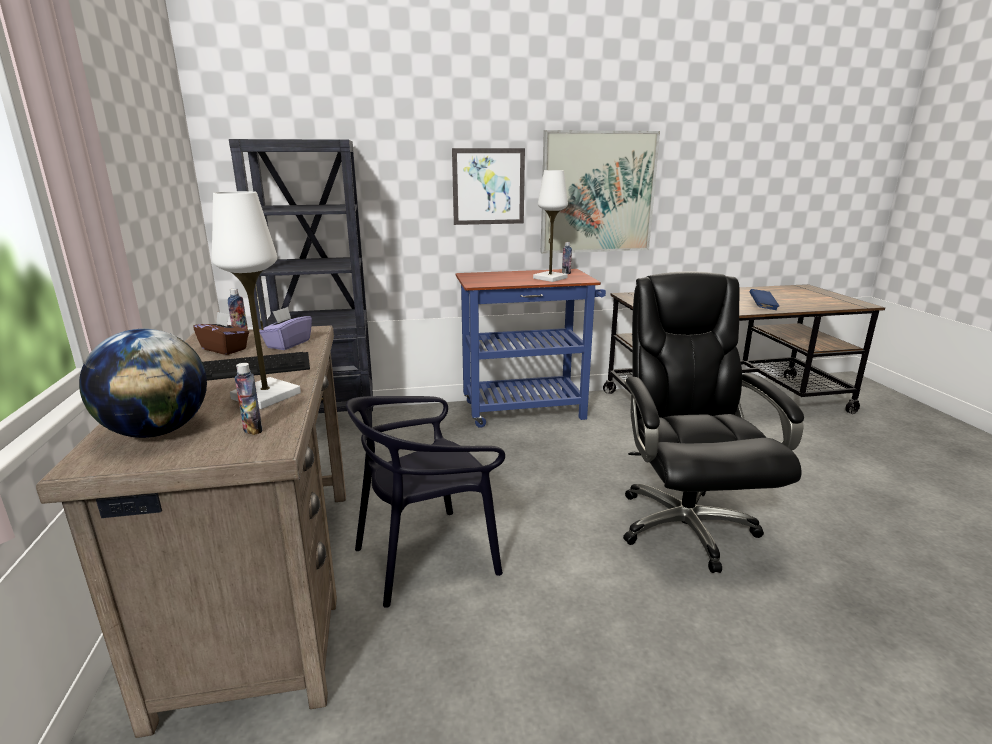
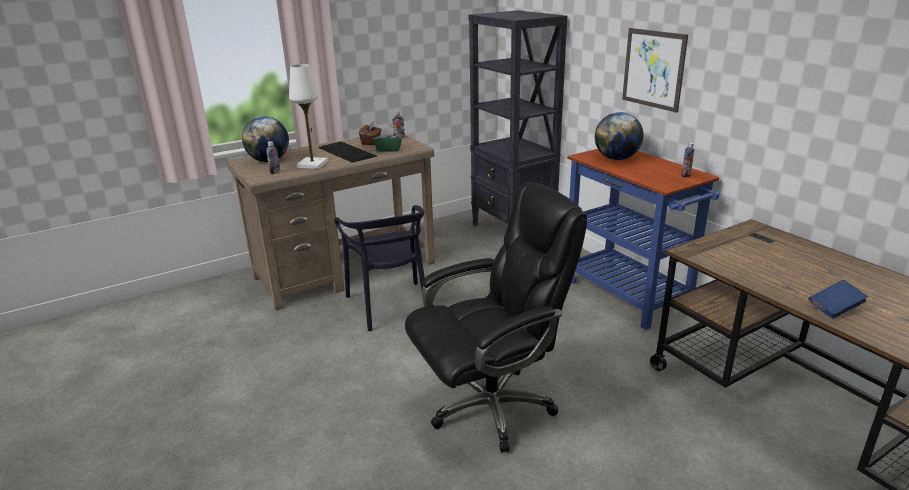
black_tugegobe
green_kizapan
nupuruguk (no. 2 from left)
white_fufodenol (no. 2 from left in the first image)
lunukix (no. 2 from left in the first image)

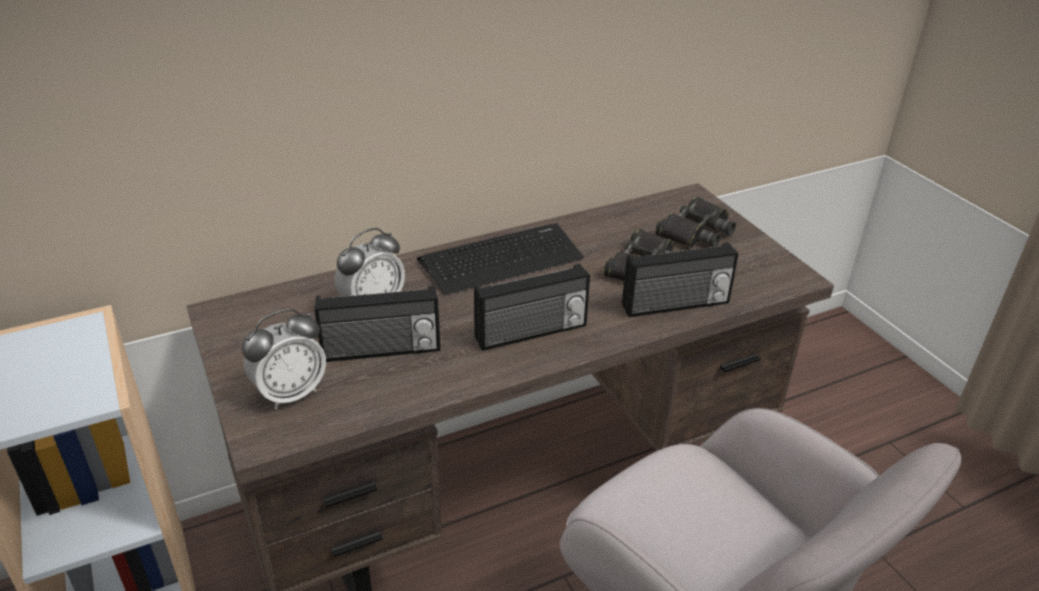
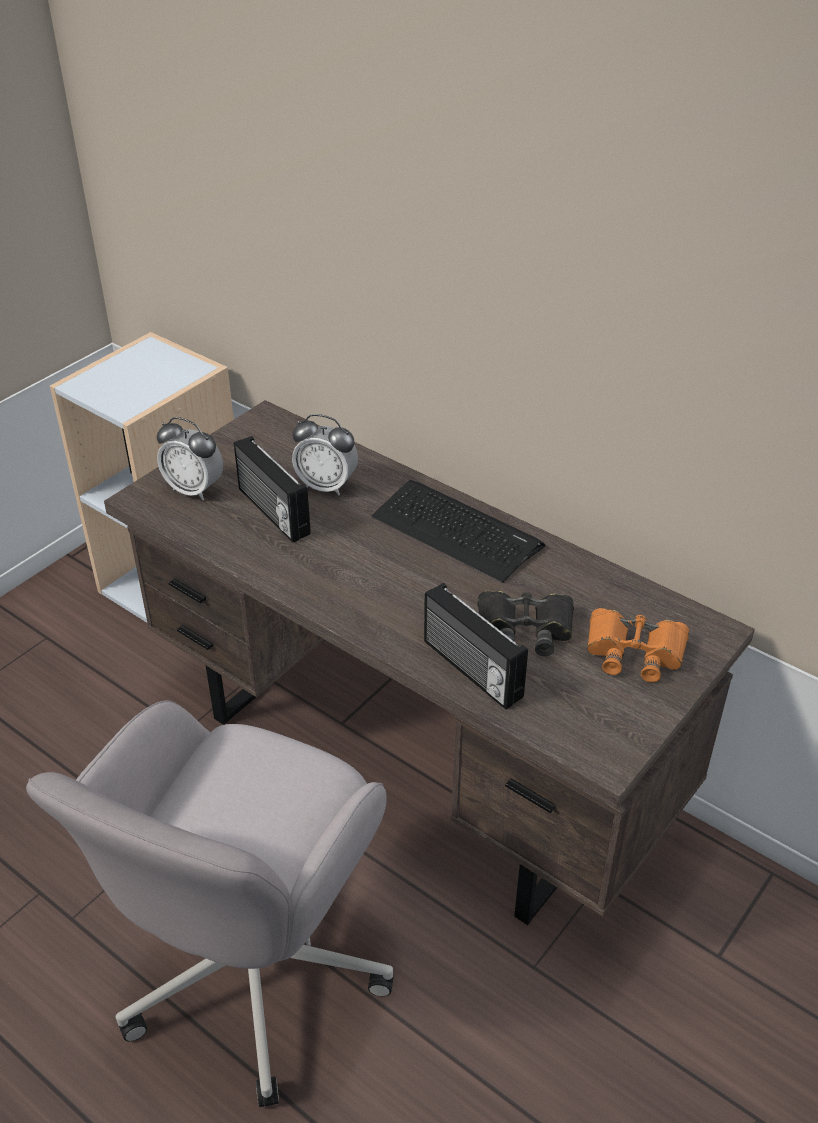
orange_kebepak
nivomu (no. 2 from left in the first image)

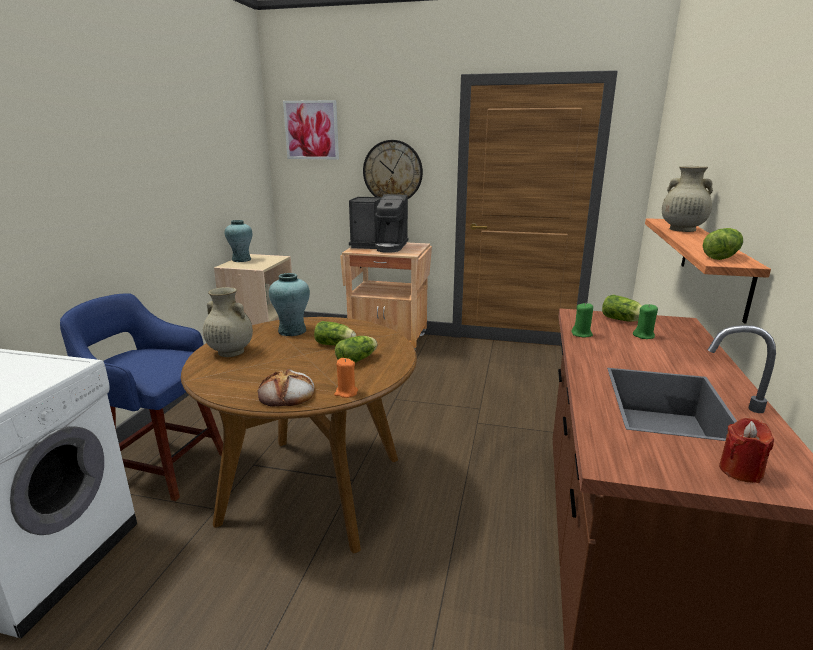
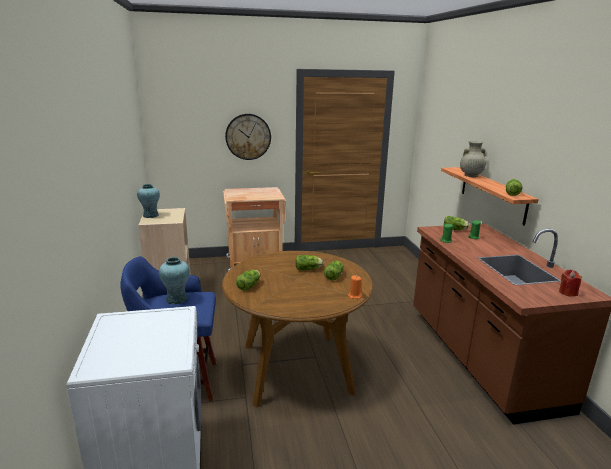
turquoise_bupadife (no. 2 from left)
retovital (no. 1 from left)
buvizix
lunukix
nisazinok

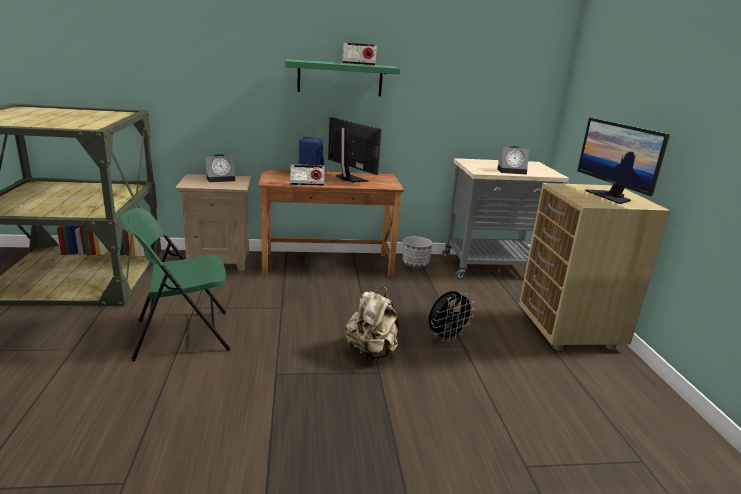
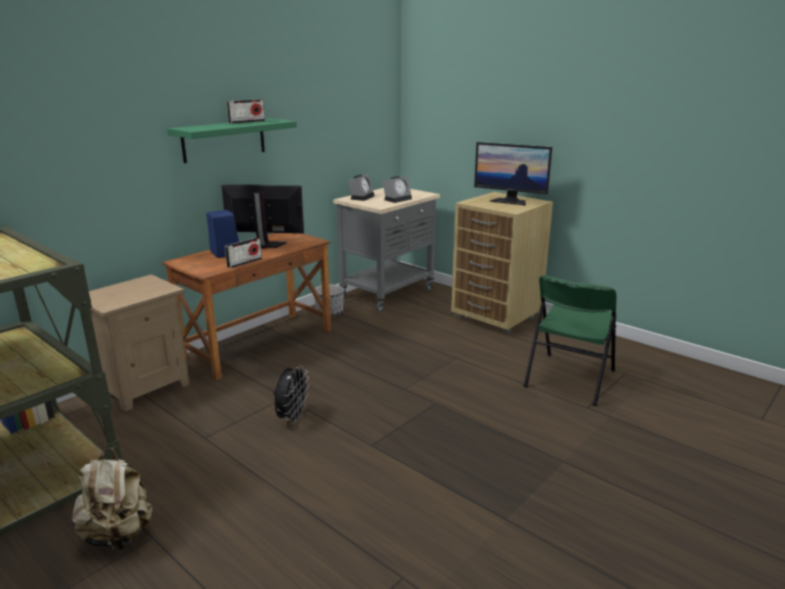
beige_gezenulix
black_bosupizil
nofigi (no. 1 from left)
green_tugegobe

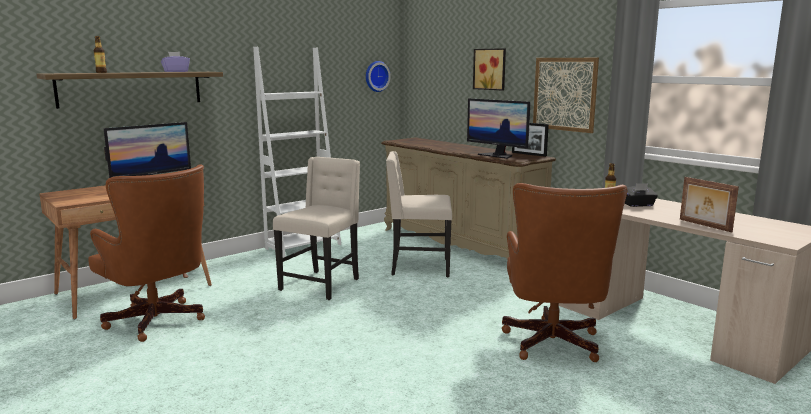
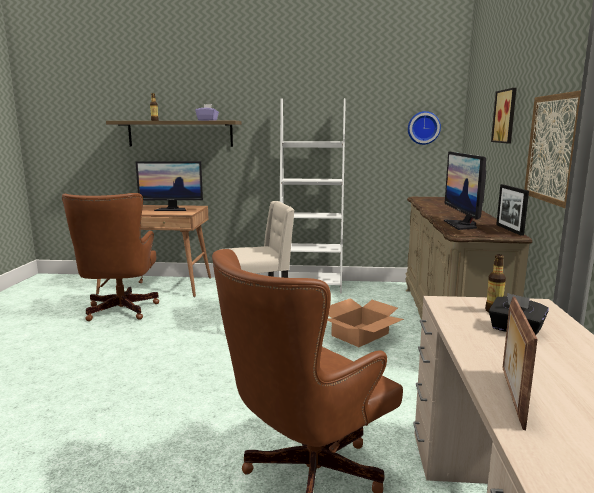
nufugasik

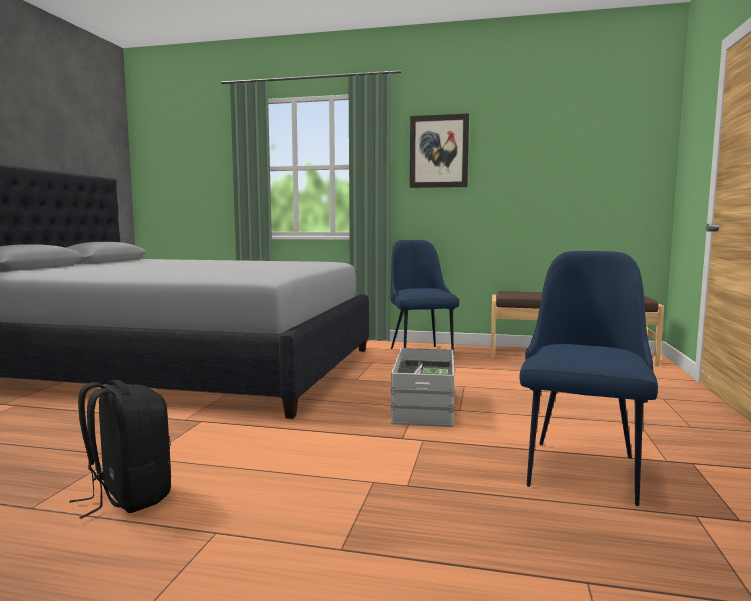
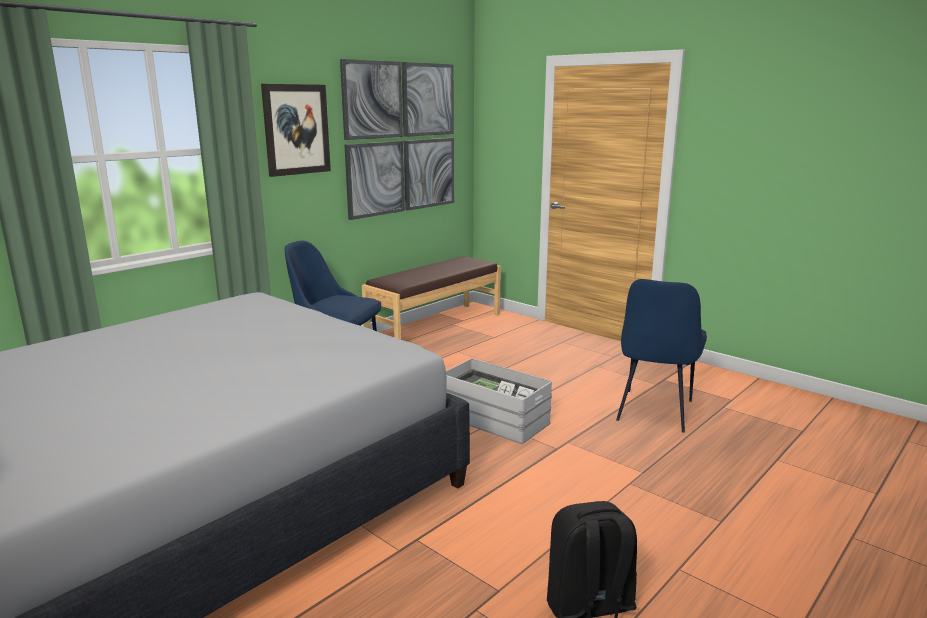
lunukix (no. 2 from left)
blue_tugegobe (no. 2 from left)

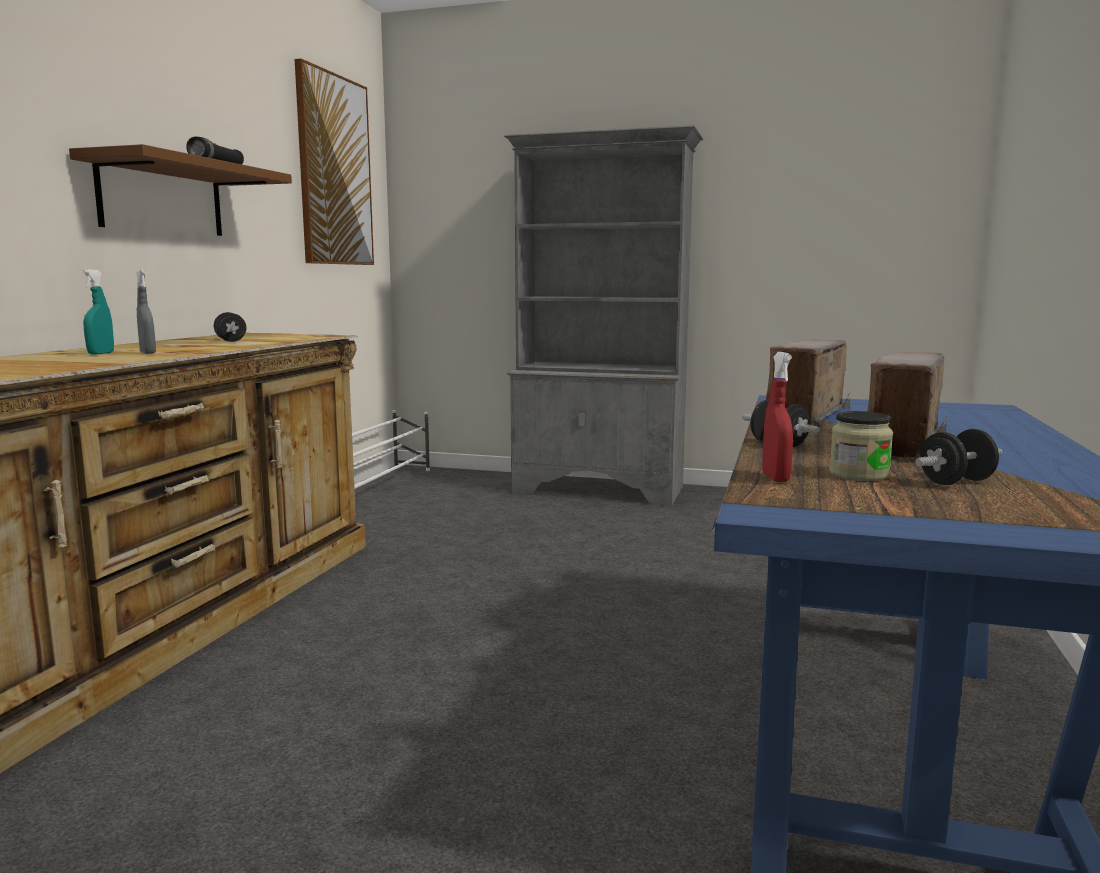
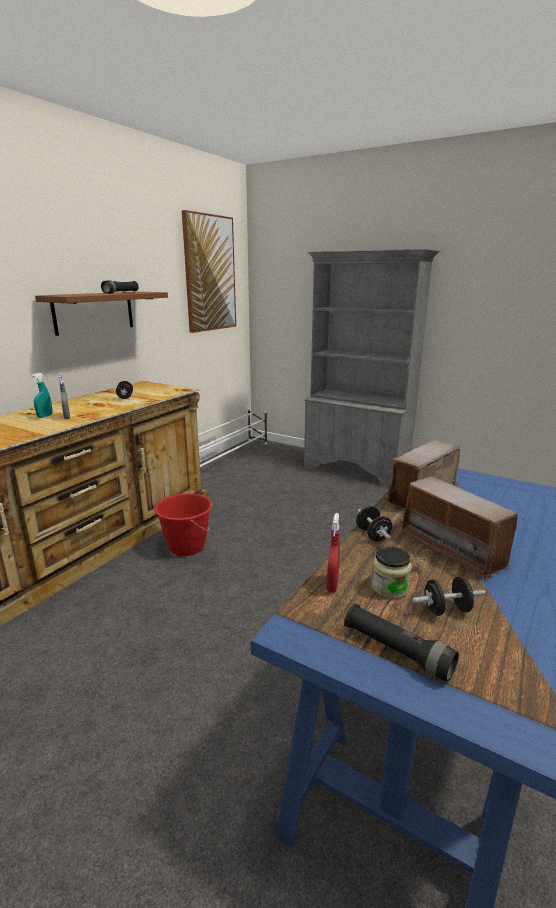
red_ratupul
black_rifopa (no. 2 from left)
nivomu (no. 2 from left)

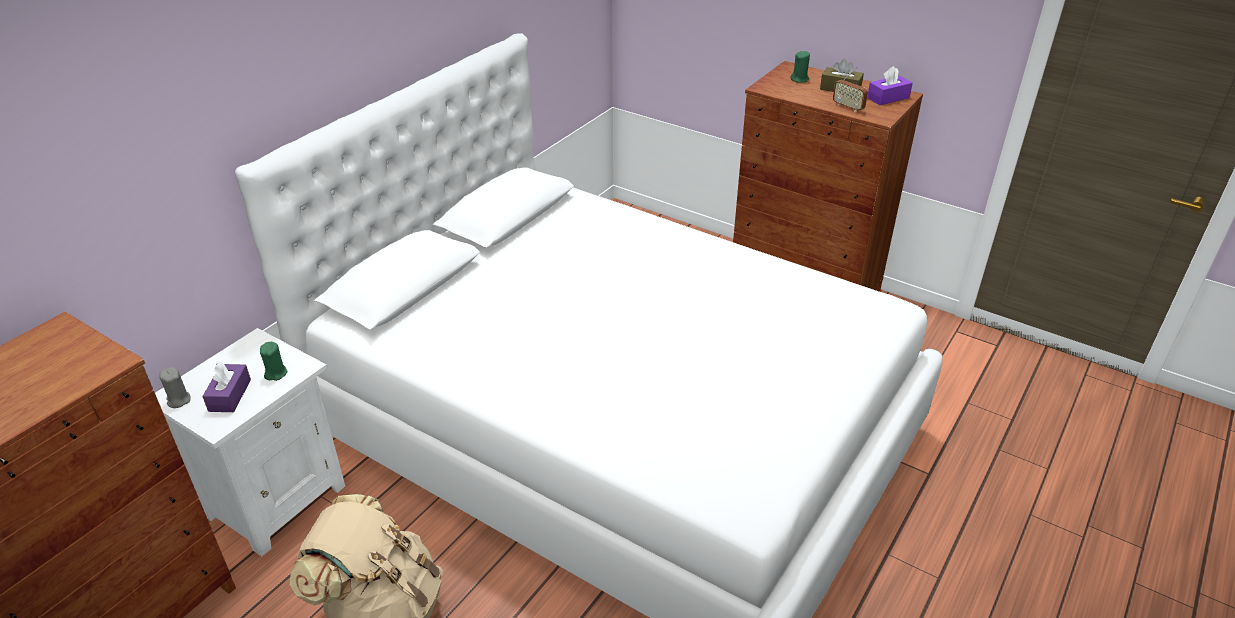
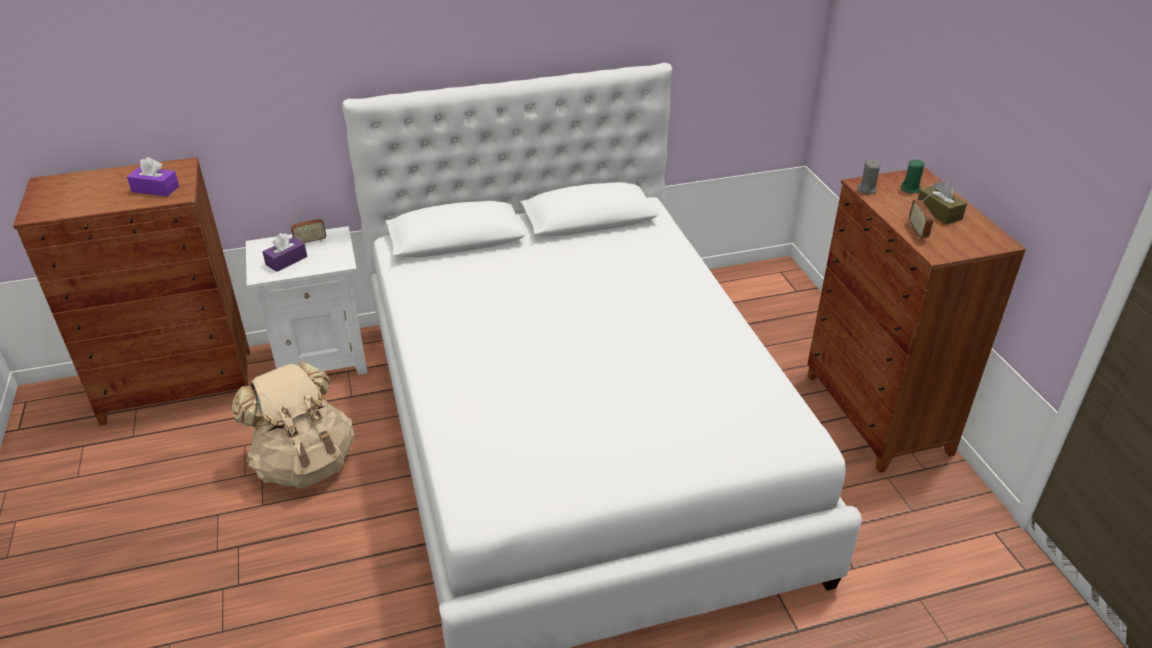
purple_kizapan (no. 1 from left)
nivomu (no. 1 from left)
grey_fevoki
green_fevoki (no. 1 from left in the first image)

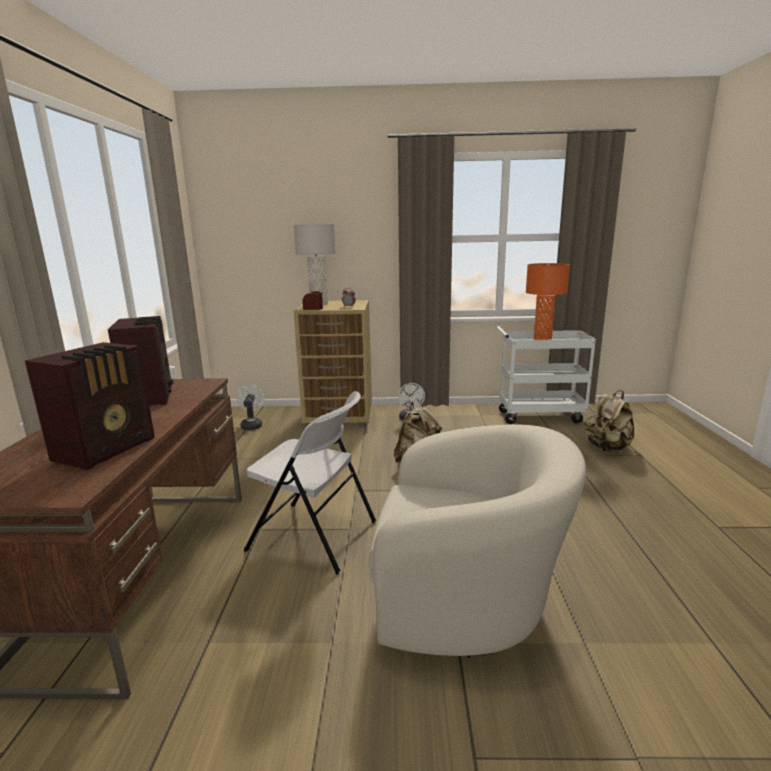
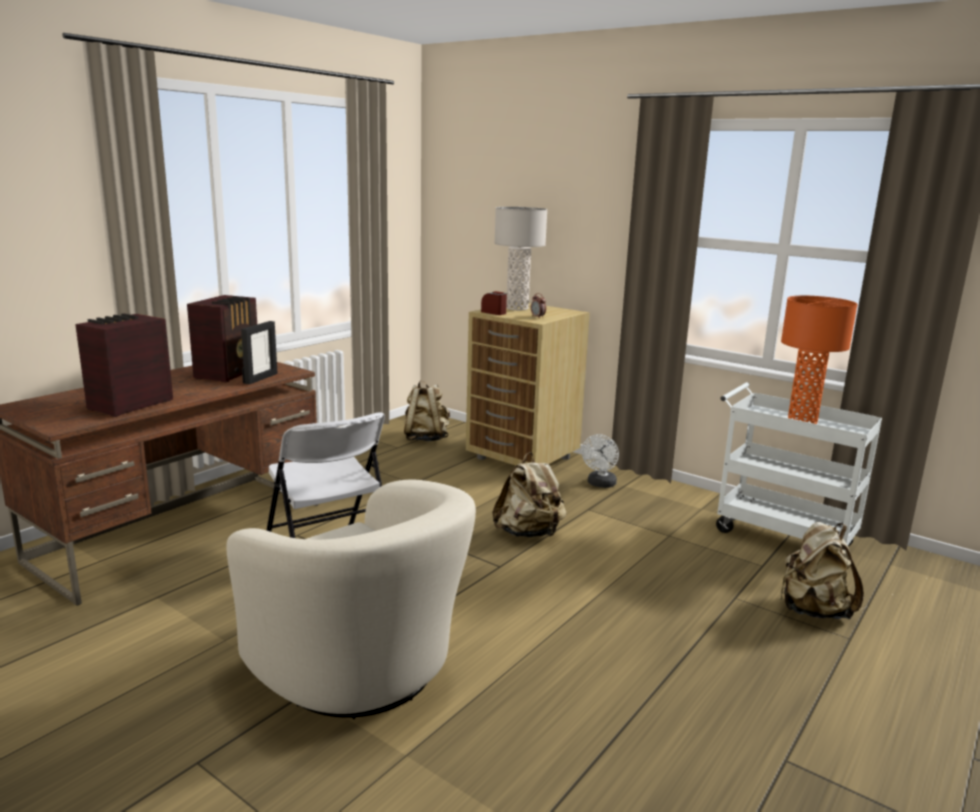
nivomu (no. 1 from left)
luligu
beige_gezenulix (no. 1 from left)

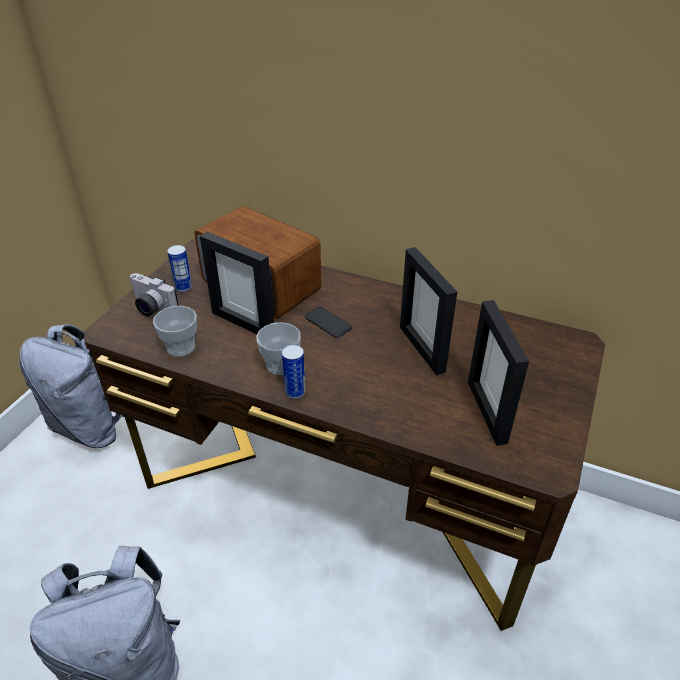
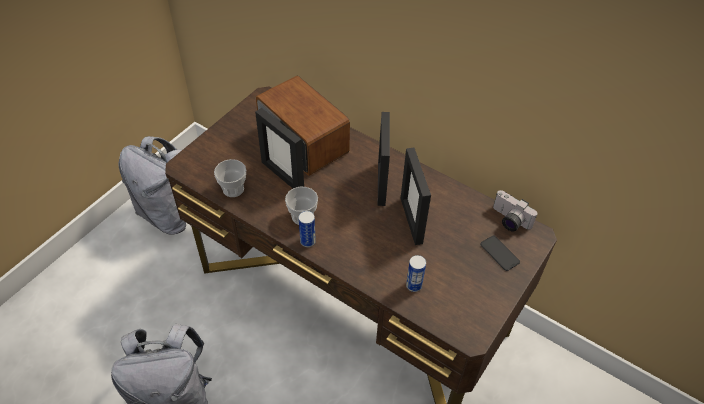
luligu (no. 2 from left)
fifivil (no. 2 from left)
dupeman
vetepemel

